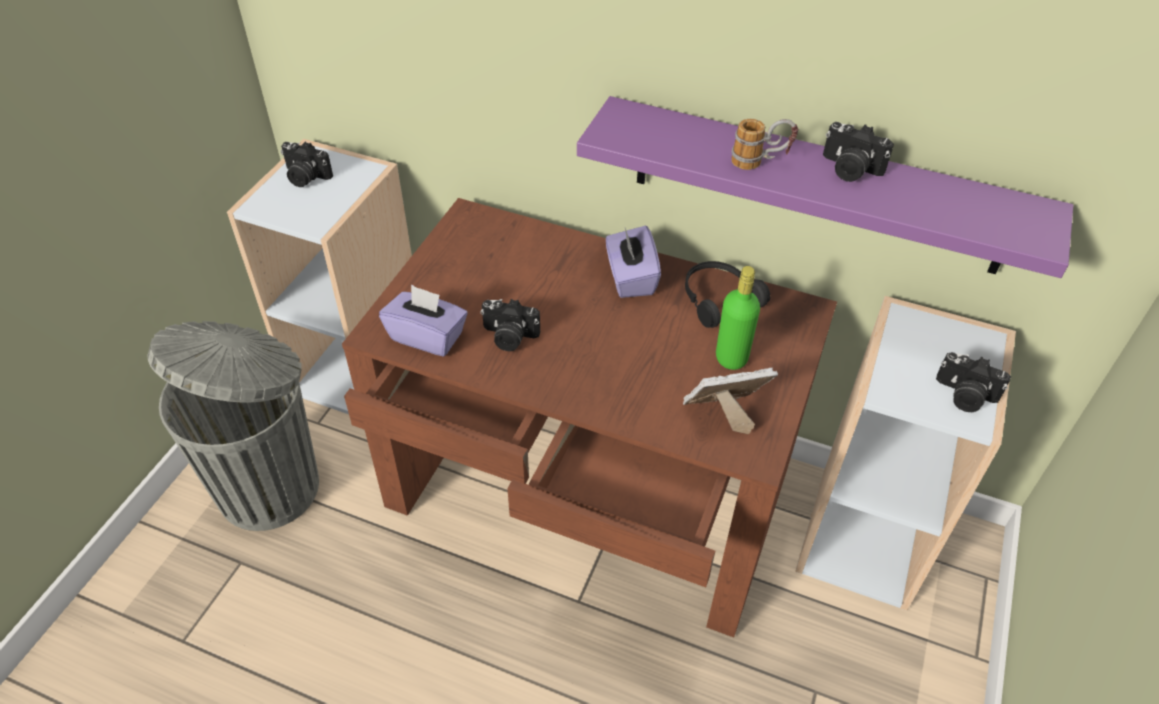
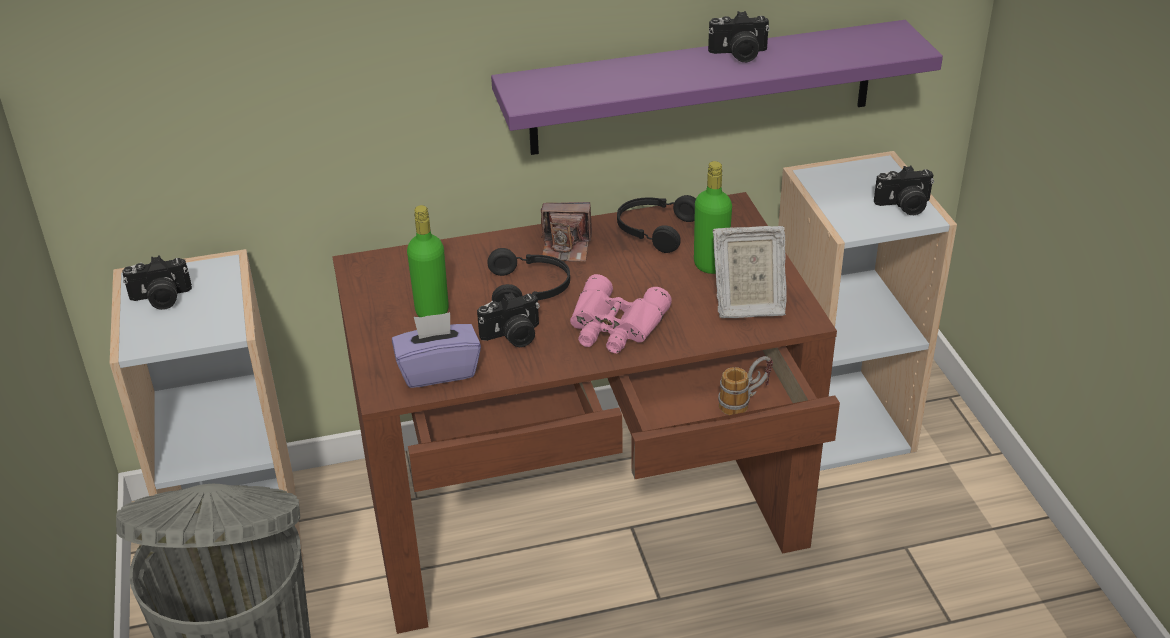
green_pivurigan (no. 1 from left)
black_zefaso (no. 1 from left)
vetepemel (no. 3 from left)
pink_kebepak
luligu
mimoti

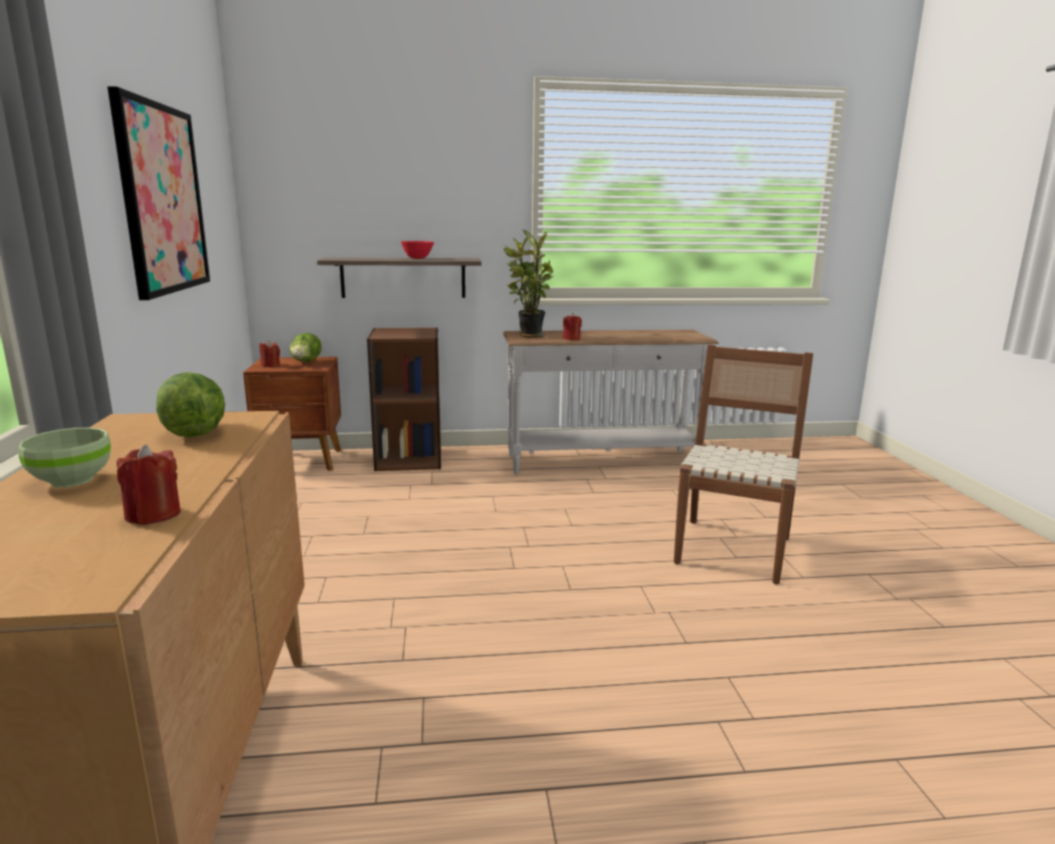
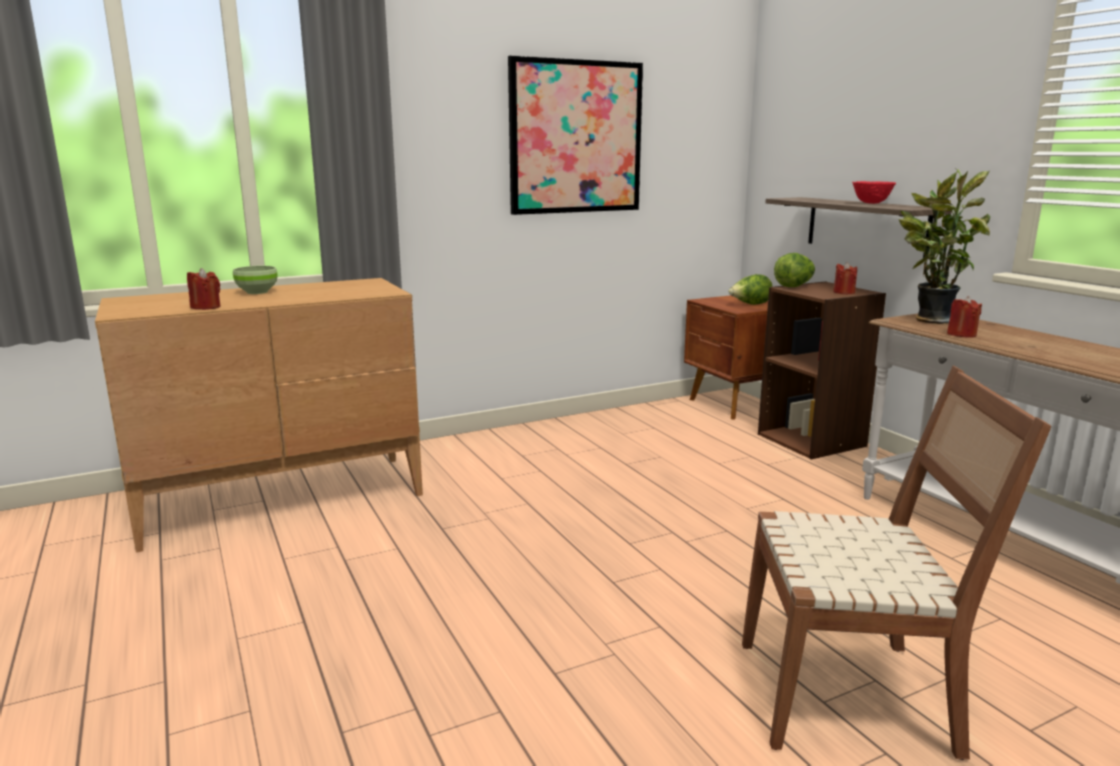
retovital (no. 2 from left)
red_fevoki (no. 2 from left)

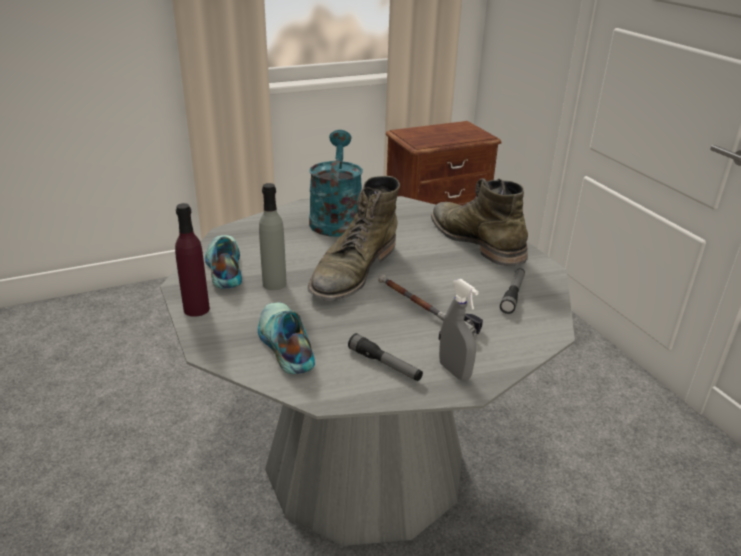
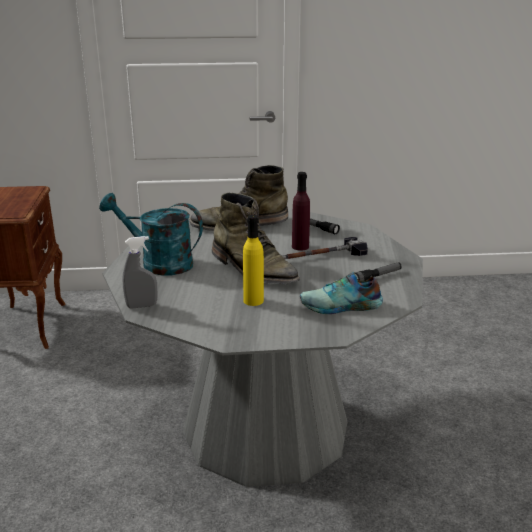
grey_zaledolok
yellow_pivurigan
purple_pivurigan
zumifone (no. 1 from left in the first image)

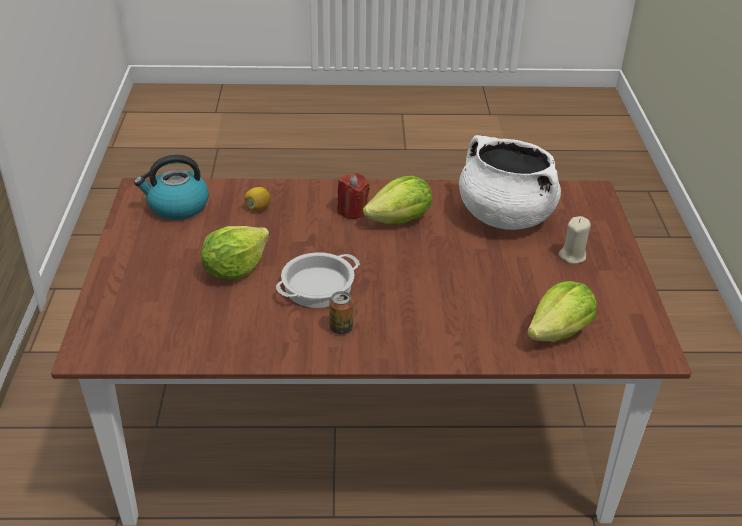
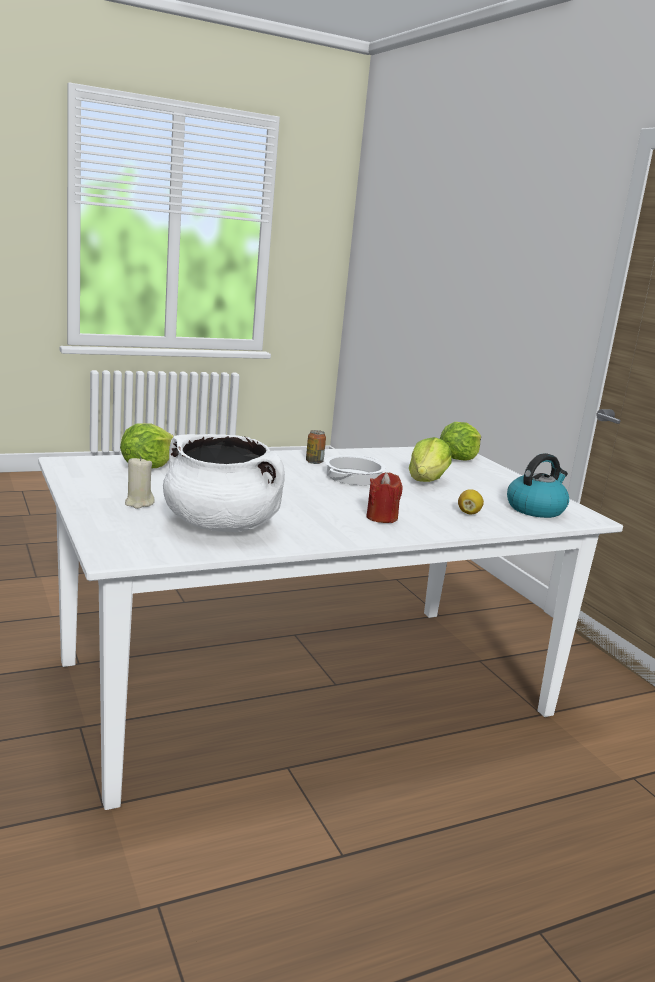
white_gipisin
retovital (no. 3 from left)

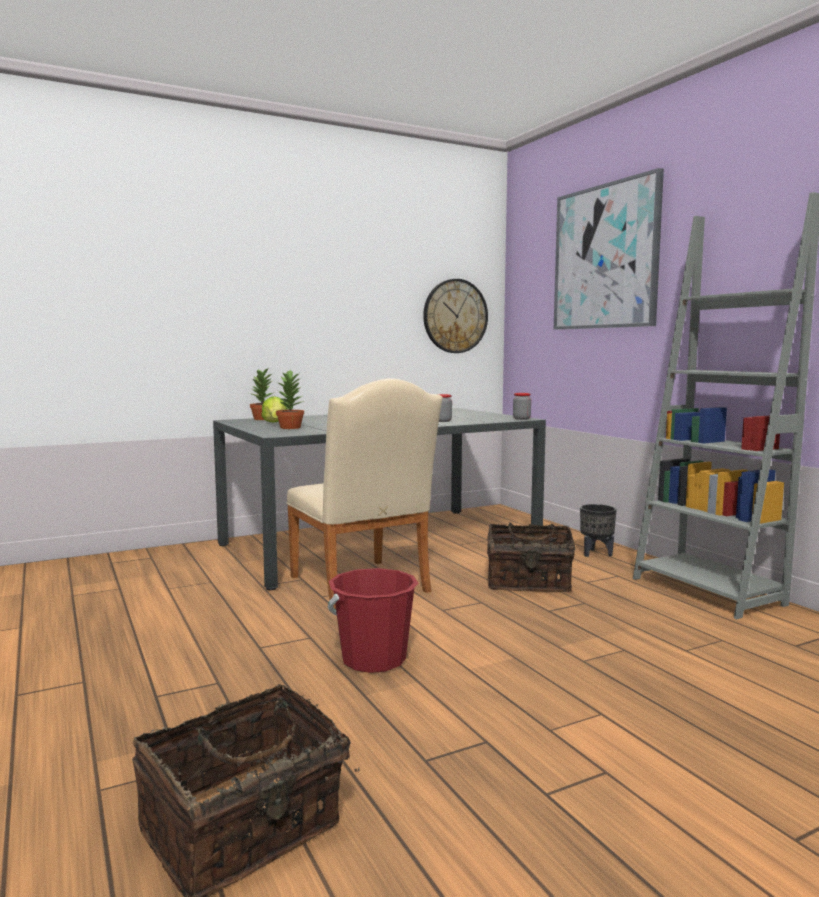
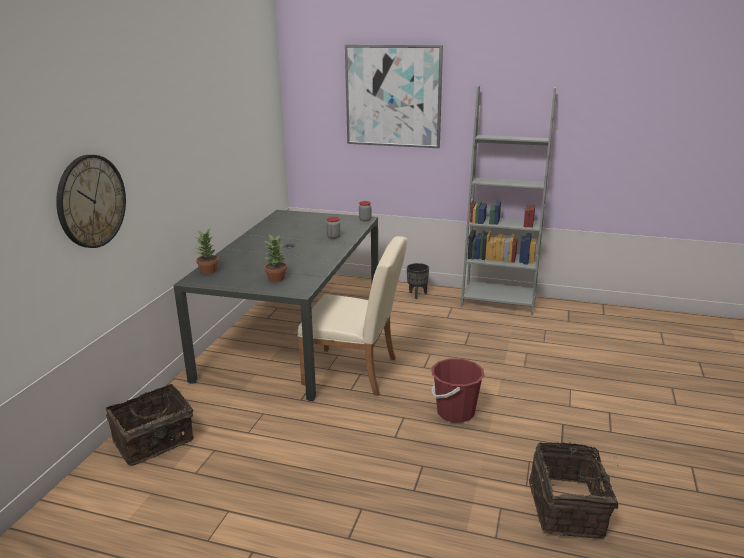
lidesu
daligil (no. 1 from left)
retovital

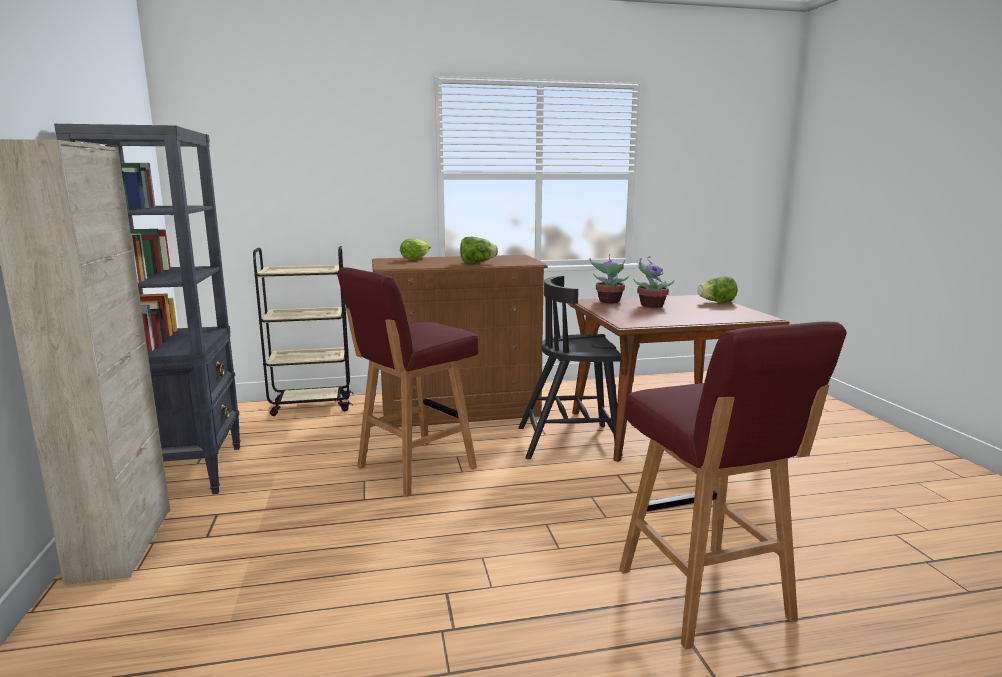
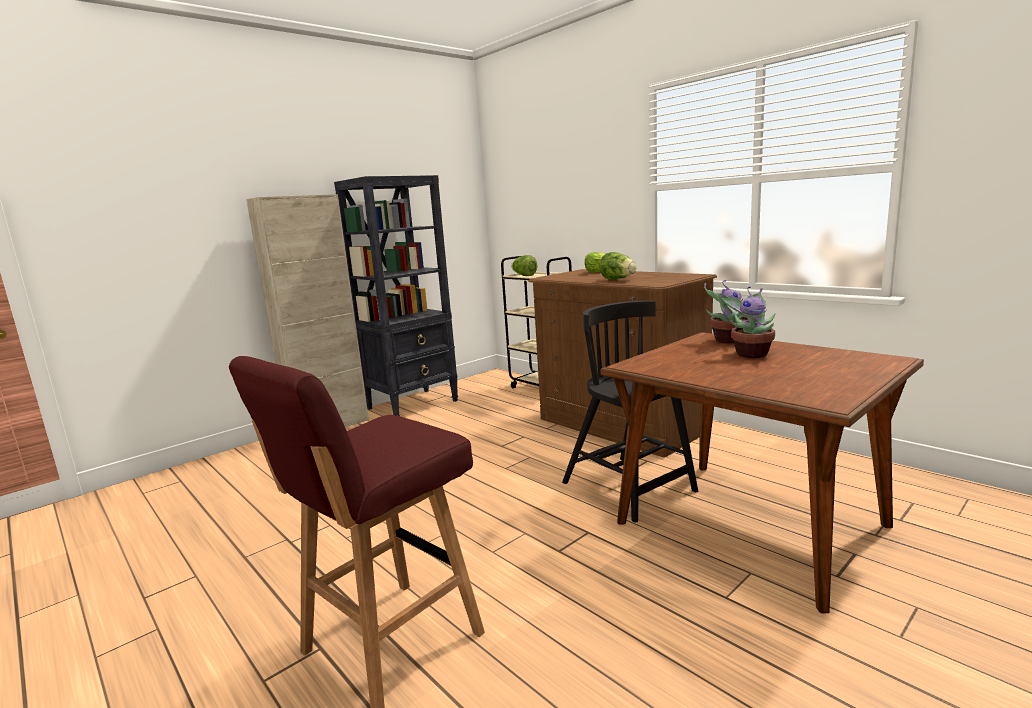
retovital (no. 1 from left)
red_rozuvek (no. 1 from left in the first image)

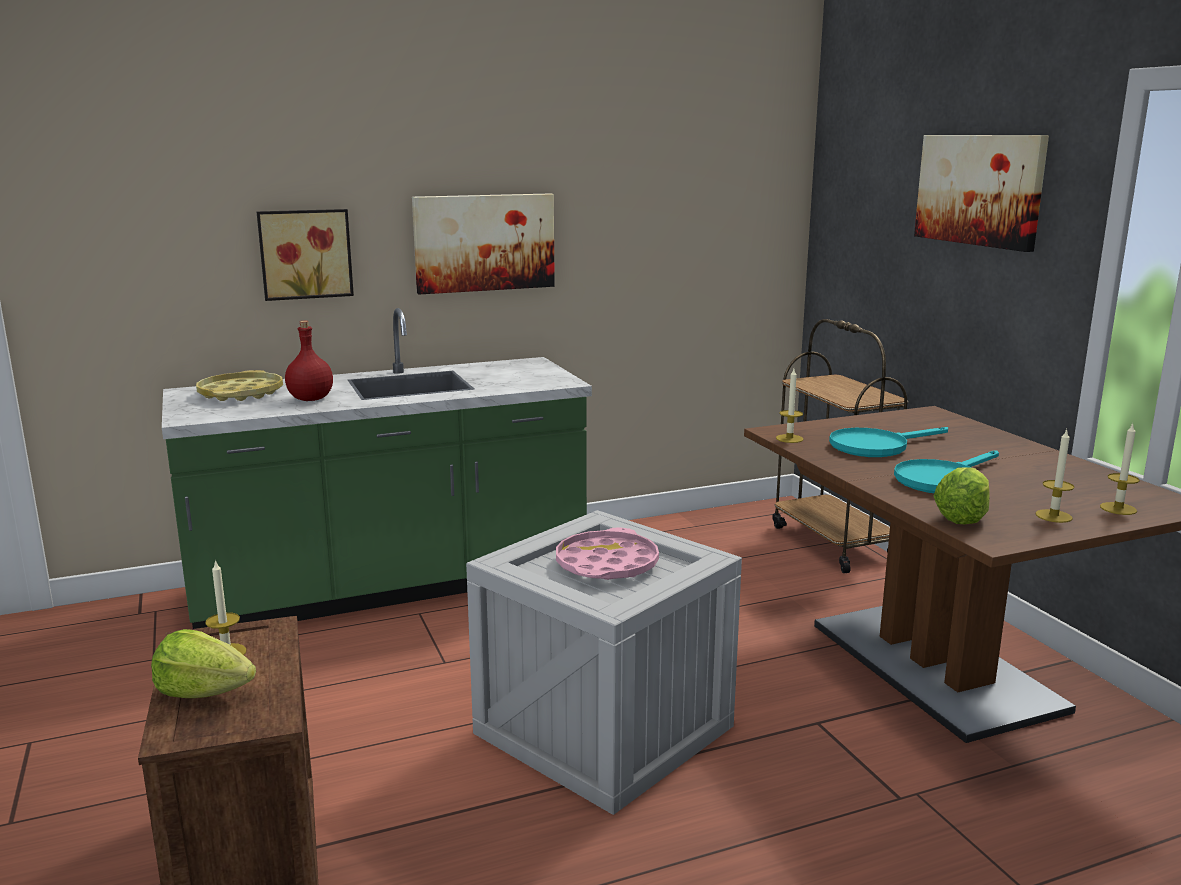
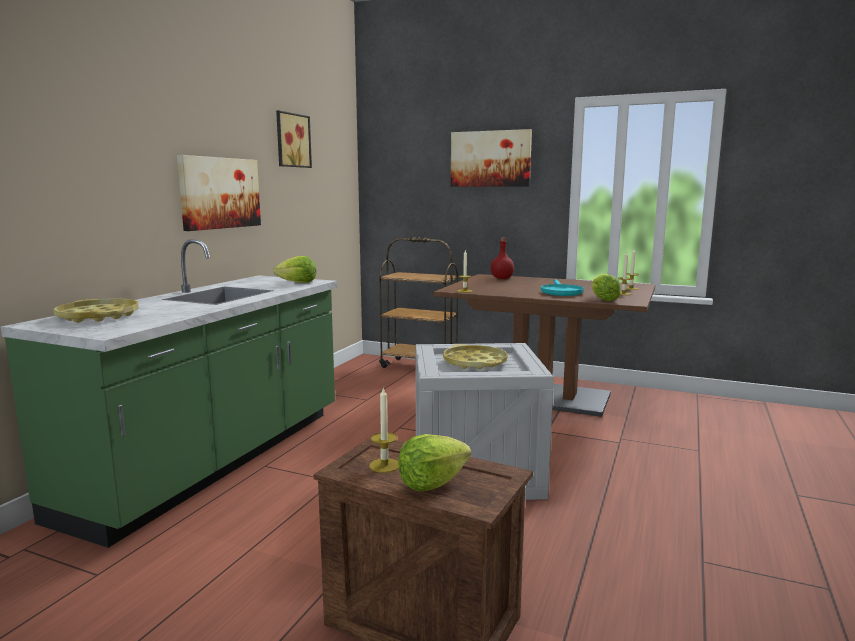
retovital (no. 1 from left)
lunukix (no. 2 from left)
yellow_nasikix (no. 2 from left)
red_pivurigan
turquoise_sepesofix (no. 1 from left in the first image)

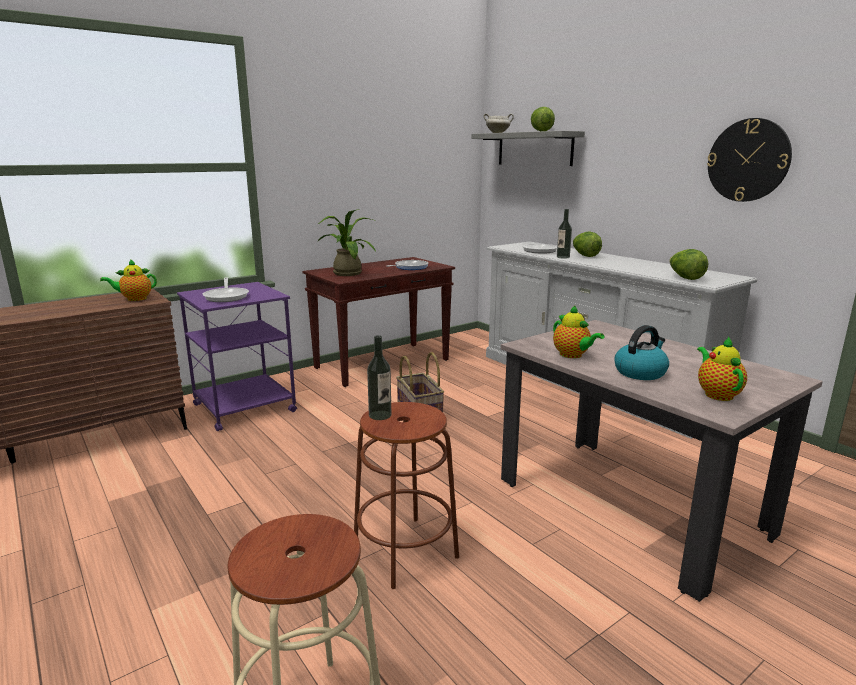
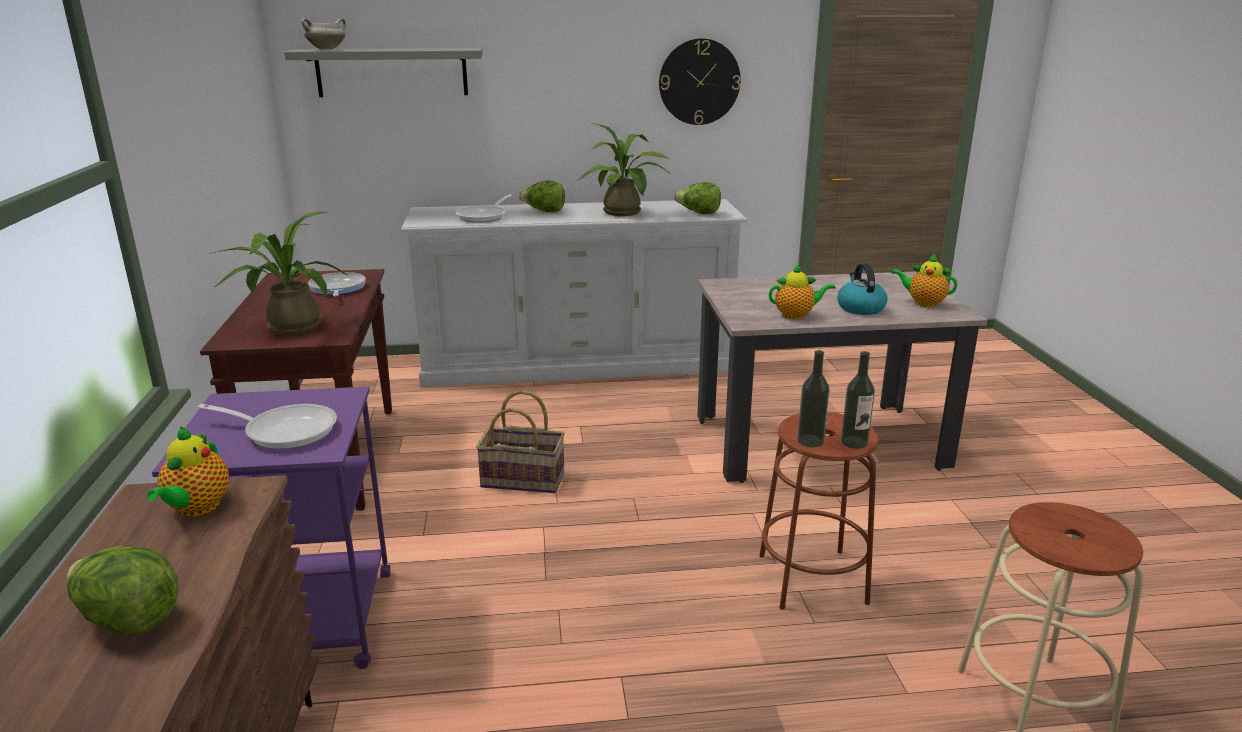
retovital (no. 1 from left)
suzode (no. 2 from left)
pivurigan (no. 2 from left)

